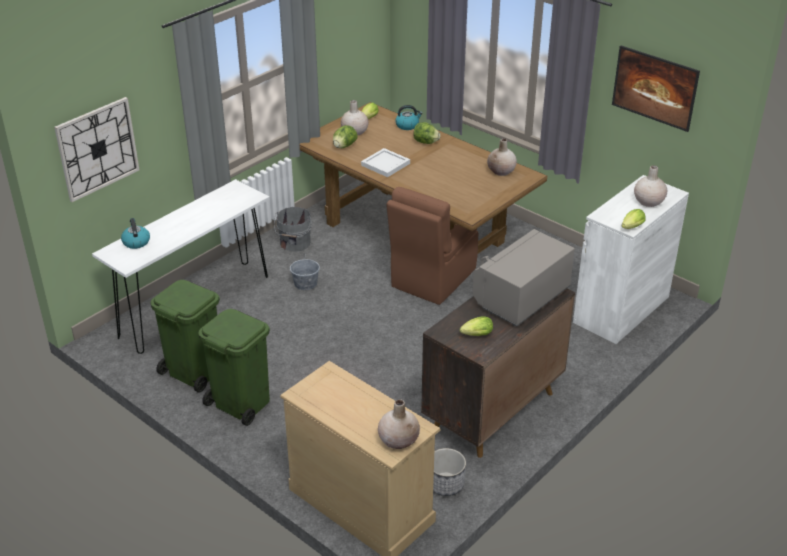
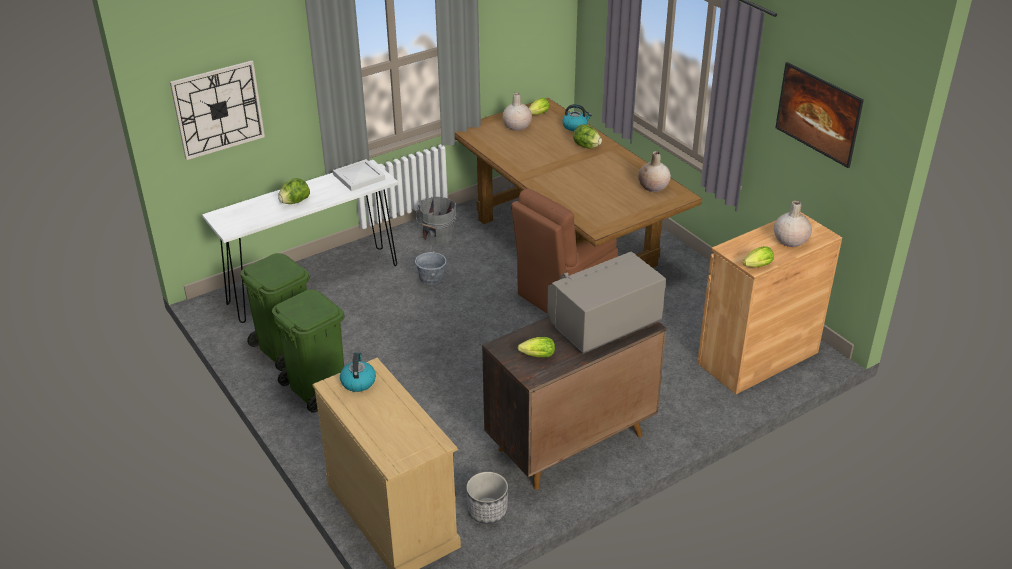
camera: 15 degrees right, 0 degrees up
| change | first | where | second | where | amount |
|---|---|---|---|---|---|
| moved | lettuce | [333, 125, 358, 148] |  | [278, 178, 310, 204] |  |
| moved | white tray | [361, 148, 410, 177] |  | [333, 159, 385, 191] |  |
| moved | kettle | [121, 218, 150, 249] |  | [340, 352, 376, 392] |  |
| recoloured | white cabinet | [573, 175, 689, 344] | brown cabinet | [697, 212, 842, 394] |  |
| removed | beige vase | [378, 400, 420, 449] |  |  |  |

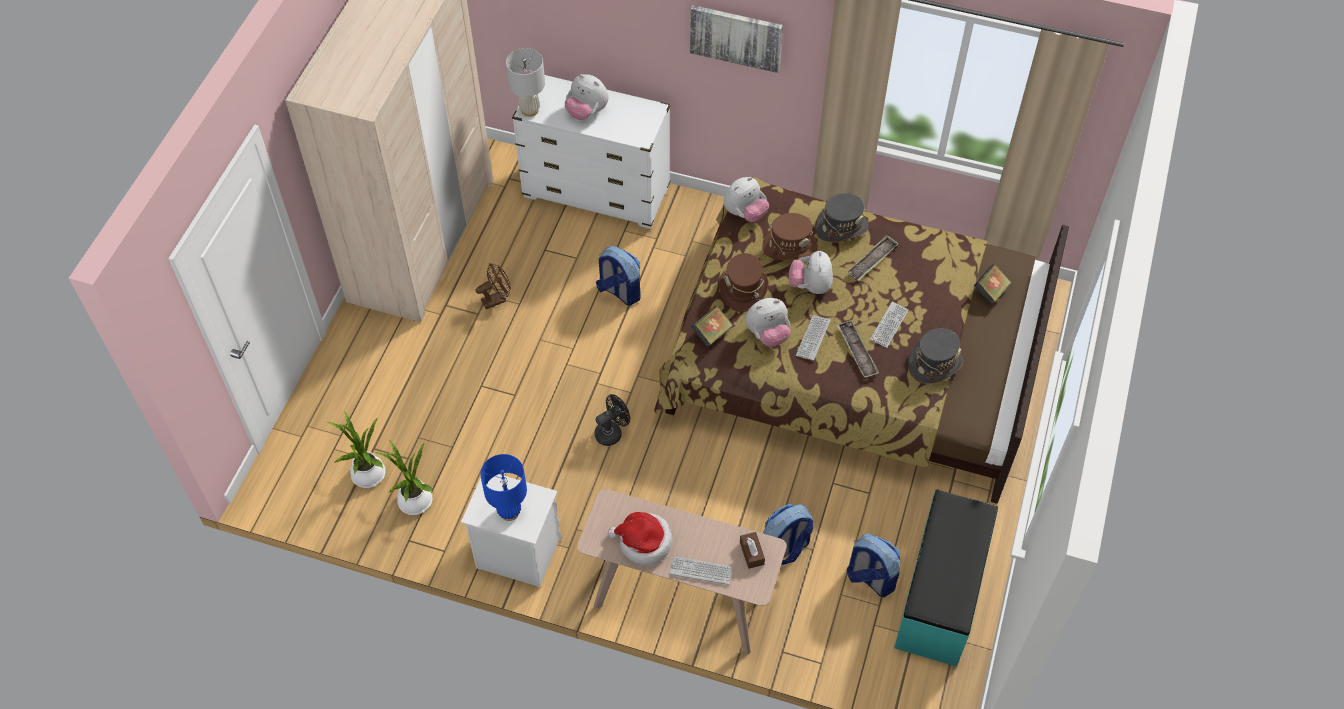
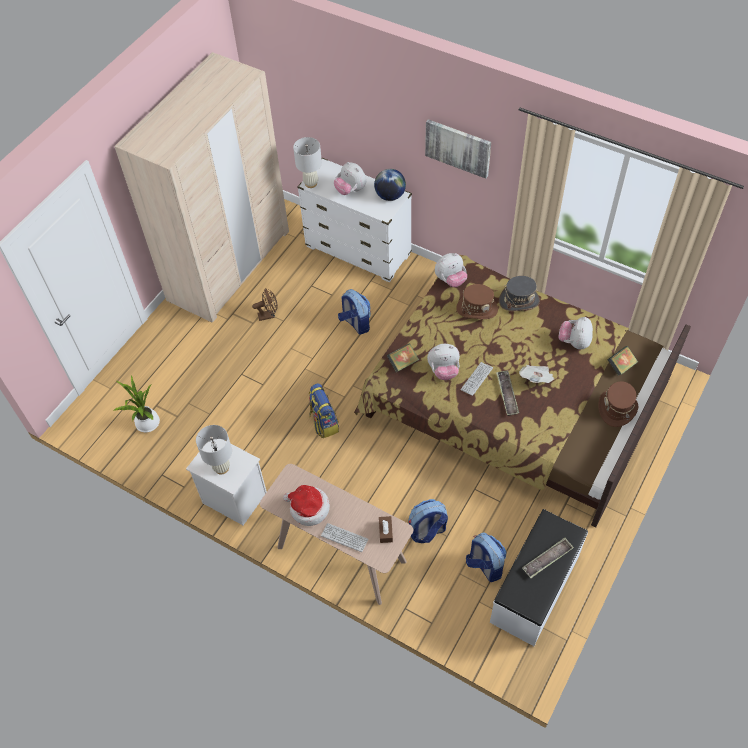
camera: 15 degrees right, 0 degrees up
| change | first | where | second | where | amount |
|---|---|---|---|---|---|
| recoloured | blue table lamp | [480, 454, 527, 521] | white table lamp | [196, 425, 232, 475] |  |
| replaced | black fan | [595, 394, 630, 446] | backpack | [309, 383, 339, 438] |  |
| added |  |  | globe | [374, 169, 406, 201] |  |
| recoloured | turquoise bench | [894, 490, 998, 667] | white bench | [490, 509, 588, 646] |  |
| replaced | keyboard | [870, 302, 908, 348] | newspaper | [519, 365, 555, 383] |  |
| moved | tray | [847, 235, 899, 281] |  | [522, 538, 574, 578] |  |
| moved | plush toy | [789, 251, 833, 294] |  | [559, 317, 593, 349] |  |
| moved | brown hat | [719, 253, 769, 312] |  | [598, 381, 638, 427] |  |
| removed | potted plant | [374, 440, 433, 515] |  |  |  |
| removed | grey hat | [908, 328, 963, 384] |  |  |  |

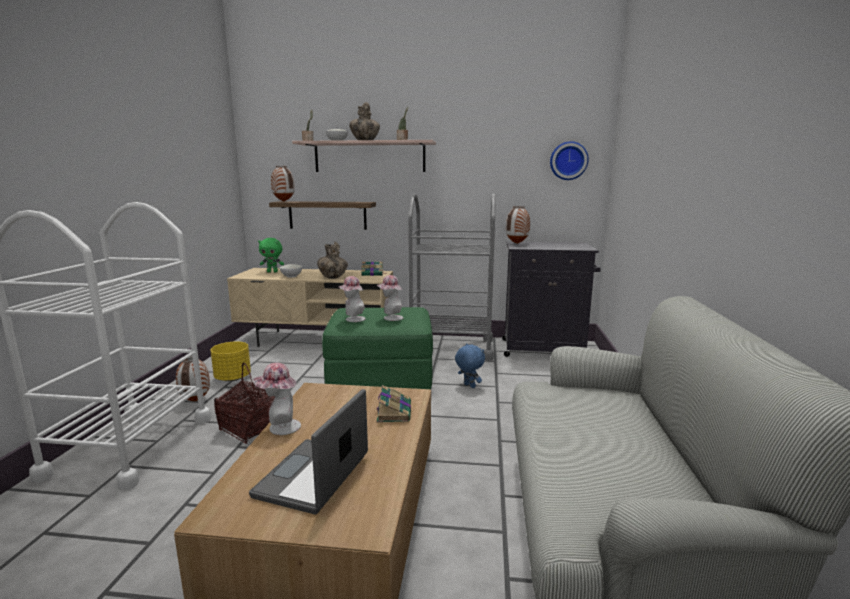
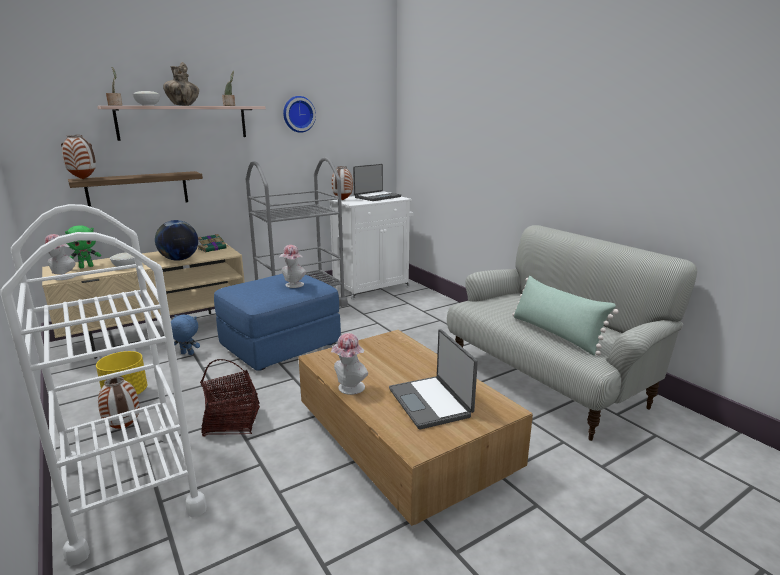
camera: 40 degrees left, 5 degrees up
| change | first | where | second | where | amount |
|---|---|---|---|---|---|
| moved | hat | [338, 276, 366, 322] |  | [45, 234, 76, 280] |  |
| replaced | vase | [317, 242, 348, 279] | globe | [155, 220, 198, 261] |  |
| moved | blue plush toy | [455, 343, 485, 388] |  | [171, 315, 200, 355] |  |
| recoloured | green ottoman | [322, 307, 433, 389] | blue ottoman | [214, 274, 341, 371] |  |
| moved | wall clock | [550, 141, 589, 180] |  | [283, 96, 316, 133] |  |
| recoloured | black cabinet | [502, 241, 601, 357] | white cabinet | [328, 196, 413, 300] |  |
| added |  |  | laptop | [353, 164, 401, 201] |  |
| added |  |  | green pillow | [512, 276, 619, 356] |  |
| removed | book | [377, 385, 411, 422] |  |  |  |

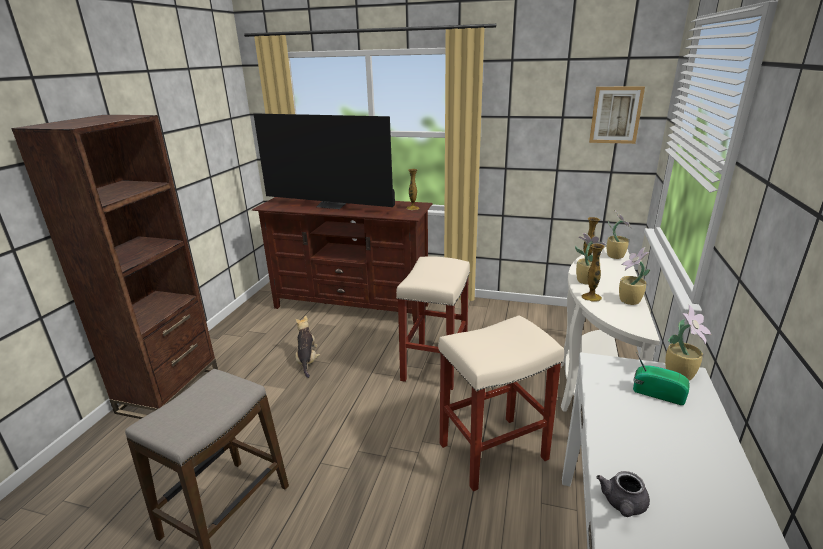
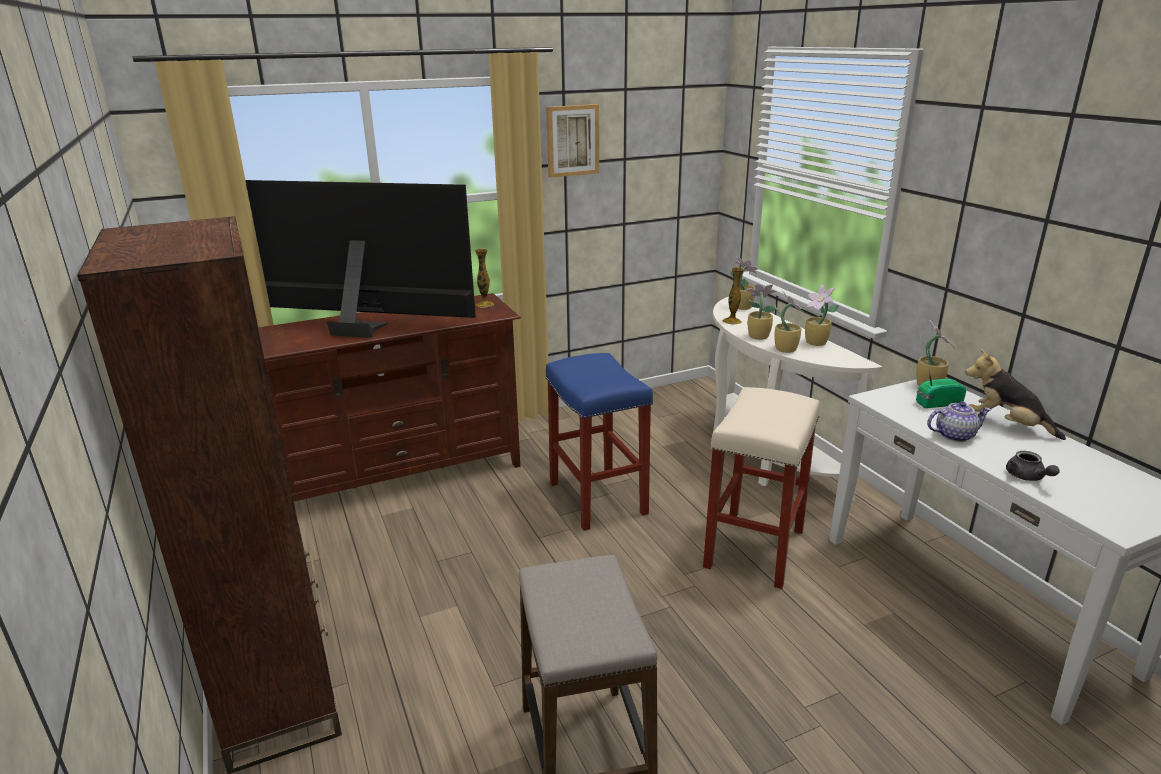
camera: 40 degrees left, 0 degrees up
| change | first | where | second | where | amount |
|---|---|---|---|---|---|
| turned | television | [254, 113, 395, 209] |  | [246, 180, 476, 338] | 150 degrees counterclockwise |
| recoloured | beige stool | [396, 256, 470, 390] | blue stool | [545, 353, 653, 531] |  |
| moved | picture | [589, 86, 645, 144] |  | [546, 104, 599, 178] |  |
| replaced | vase | [581, 244, 605, 302] | potted plant | [774, 290, 805, 353] |  |
| added |  |  | teapot | [927, 401, 991, 442] |  |
| moved | plush toy | [295, 315, 320, 378] |  | [965, 349, 1066, 440] |  |

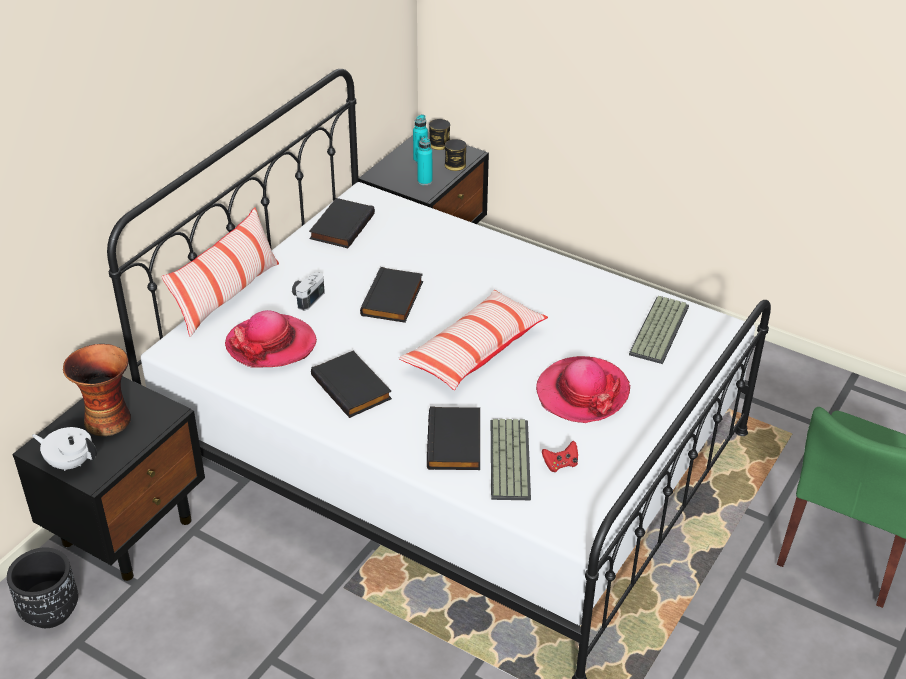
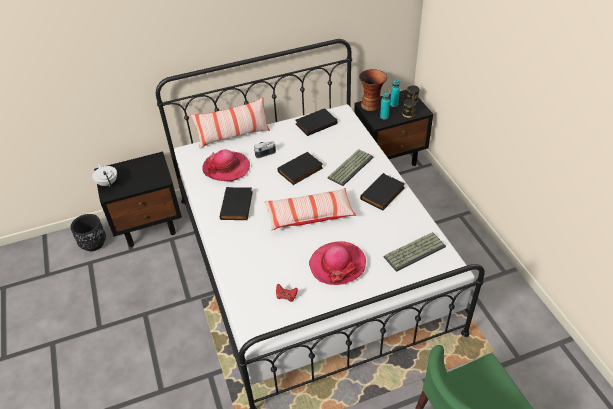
camera: 40 degrees right, 5 degrees up
| change | first | where | second | where | amount |
|---|---|---|---|---|---|
| moved | keyboard | [491, 419, 531, 500] |  | [328, 149, 374, 186] |  |
| moved | vase | [63, 344, 131, 436] |  | [359, 69, 387, 111] |  |
| moved | black book | [427, 406, 480, 470] |  | [360, 173, 405, 210] |  |

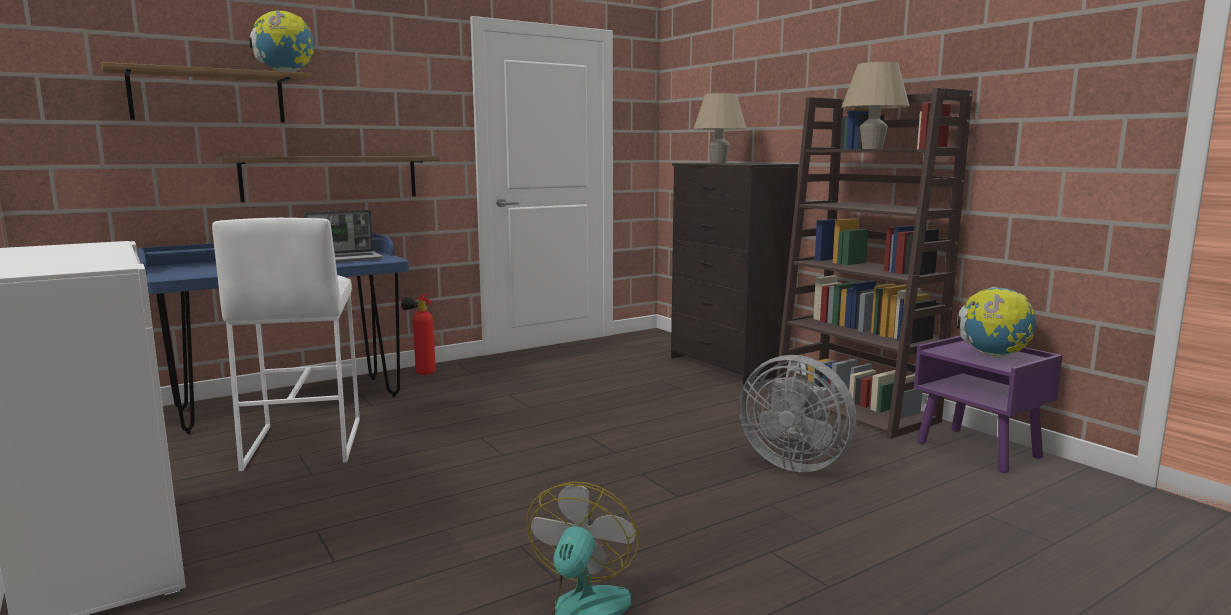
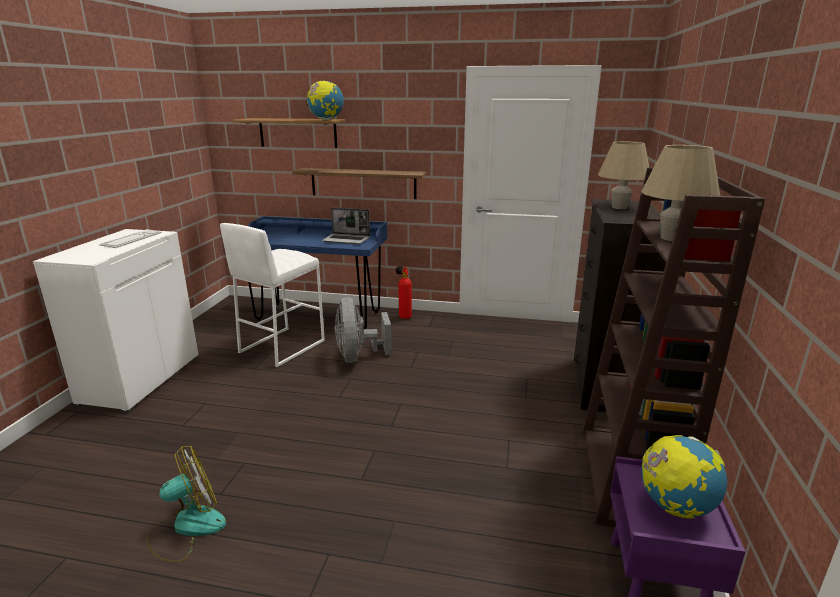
camera: 45 degrees right, 10 degrees up
| change | first | where | second | where | amount |
|---|---|---|---|---|---|
| added |  |  | keyboard | [99, 229, 162, 248] |  |
| moved | grey fan | [739, 355, 857, 472] |  | [335, 297, 392, 363] |  |

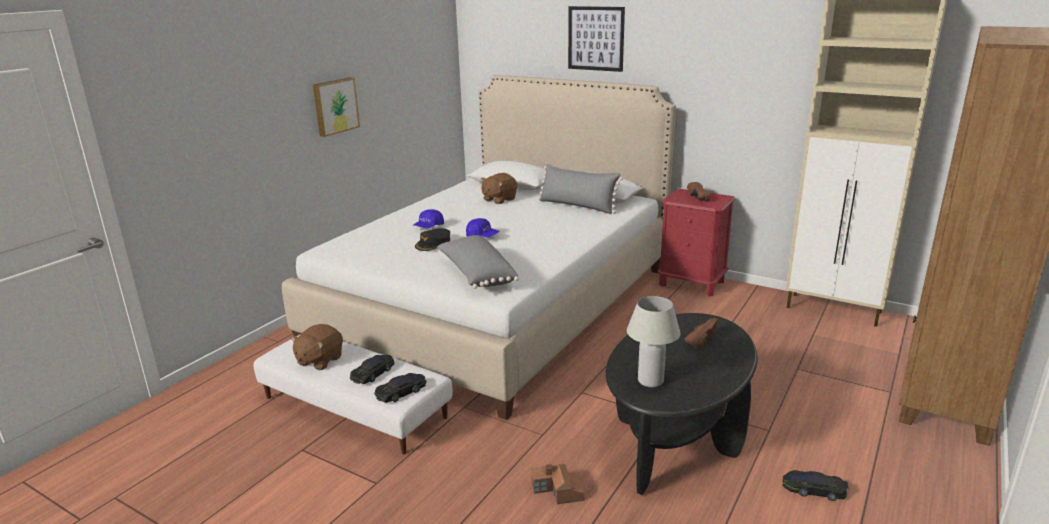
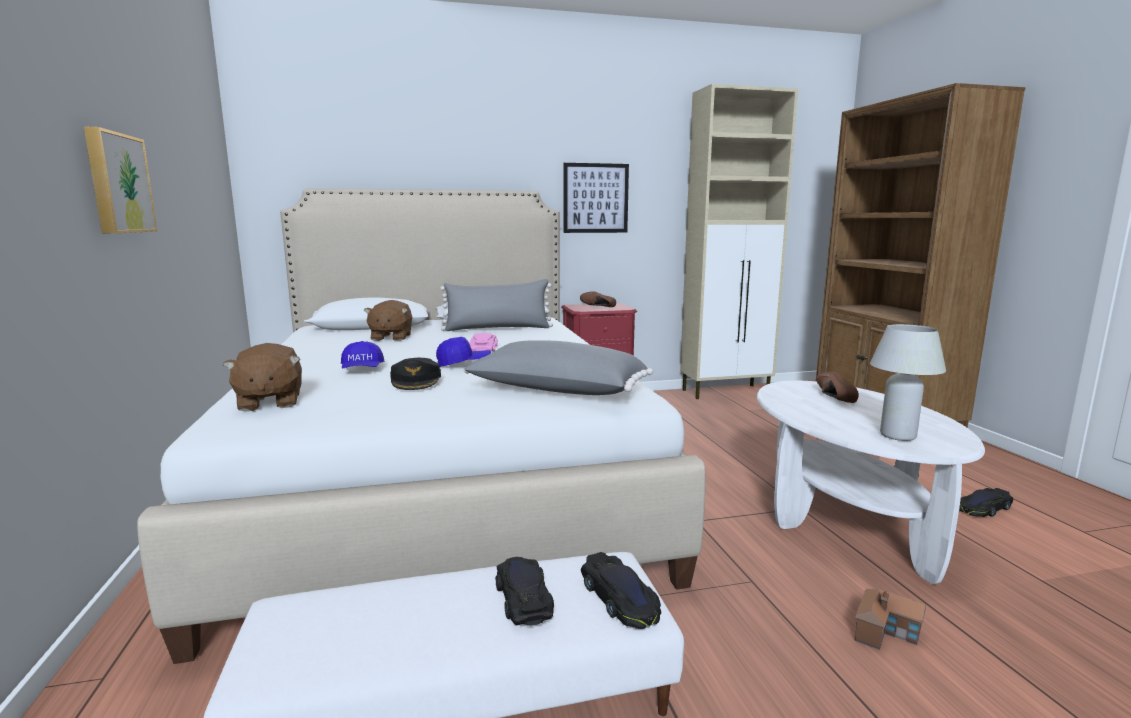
camera: 45 degrees left, 10 degrees down
| change | first | where | second | where | amount |
|---|---|---|---|---|---|
| moved | brown plush toy | [290, 324, 343, 370] |  | [222, 343, 302, 412] |  |
| added |  |  | pink toy car | [469, 333, 498, 352] |  |
| moved | picture | [568, 6, 625, 72] |  | [563, 163, 629, 233] |  |
| turned | black toy car | [374, 373, 427, 403] |  | [581, 552, 661, 629] | 150 degrees clockwise |
| recoloured | black coffee table | [606, 313, 758, 495] | white coffee table | [757, 380, 985, 584] |  |

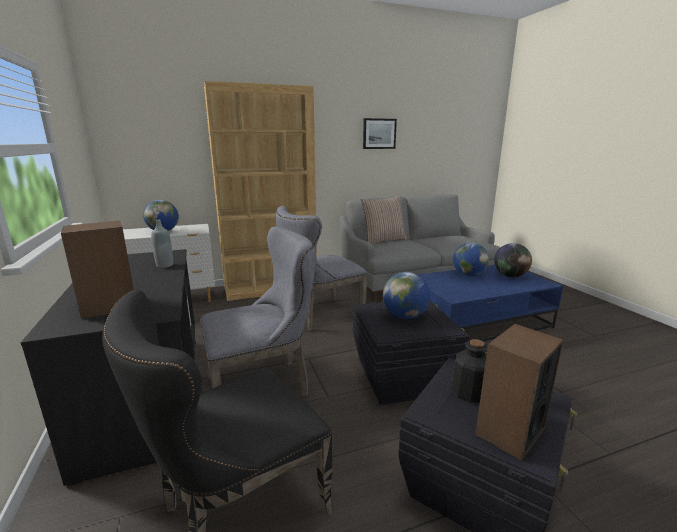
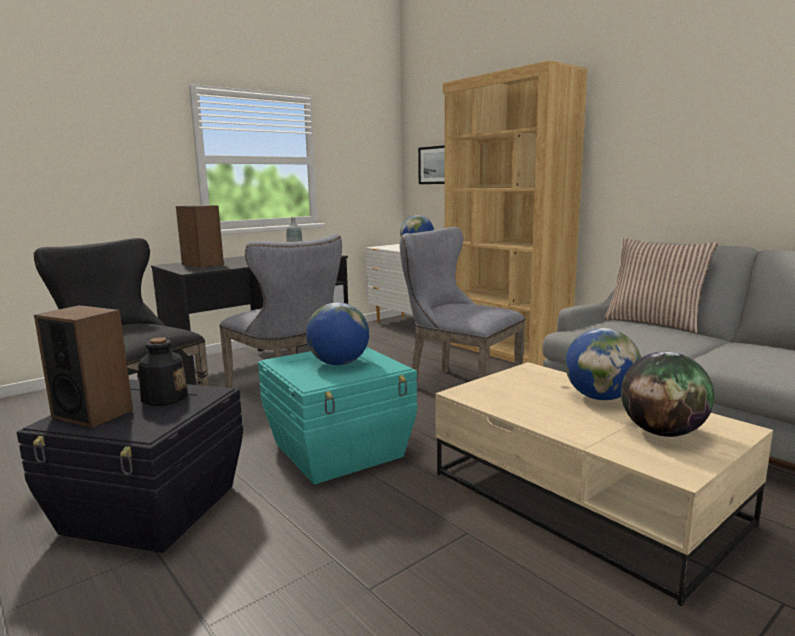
camera: 70 degrees right, 5 degrees down
| change | first | where | second | where | amount |
|---|---|---|---|---|---|
| recoloured | black storage box | [353, 300, 469, 405] | turquoise storage box | [258, 347, 417, 485] |  |
| moved | picture | [363, 118, 397, 149] |  | [418, 145, 444, 184] |  |
| recoloured | blue coffee table | [419, 265, 563, 341] | beige coffee table | [435, 362, 773, 606] |  |

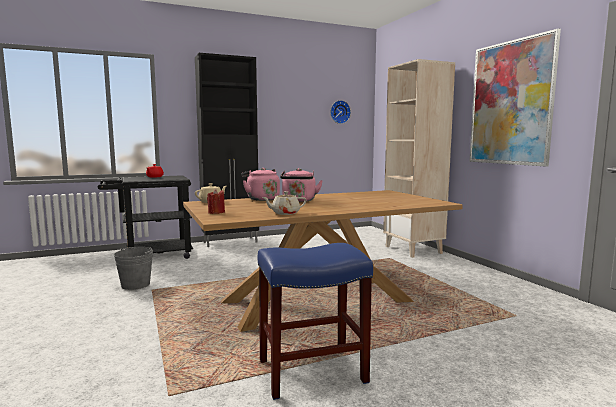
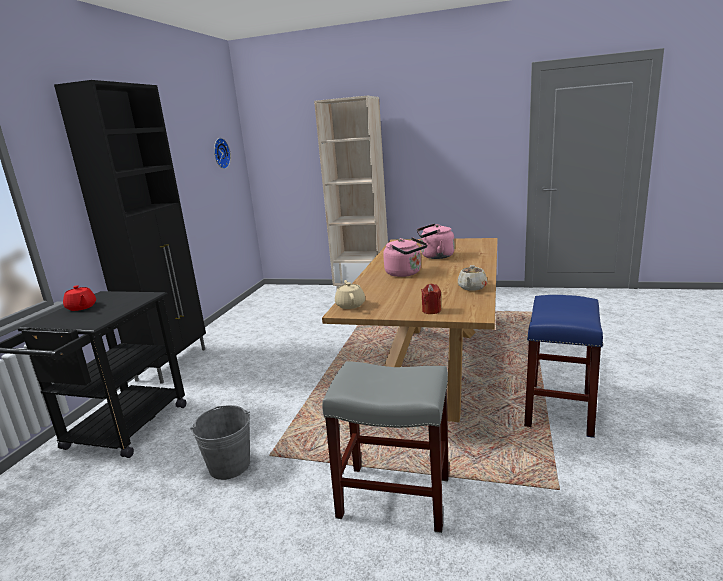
camera: 50 degrees left, 10 degrees up
| change | first | where | second | where | amount |
|---|---|---|---|---|---|
| added |  |  | grey stool | [322, 361, 449, 533] |  |
| moved | pink kettle | [241, 168, 280, 201] |  | [417, 224, 455, 259] |  |
| removed | picture | [469, 29, 561, 167] |  |  |  |

